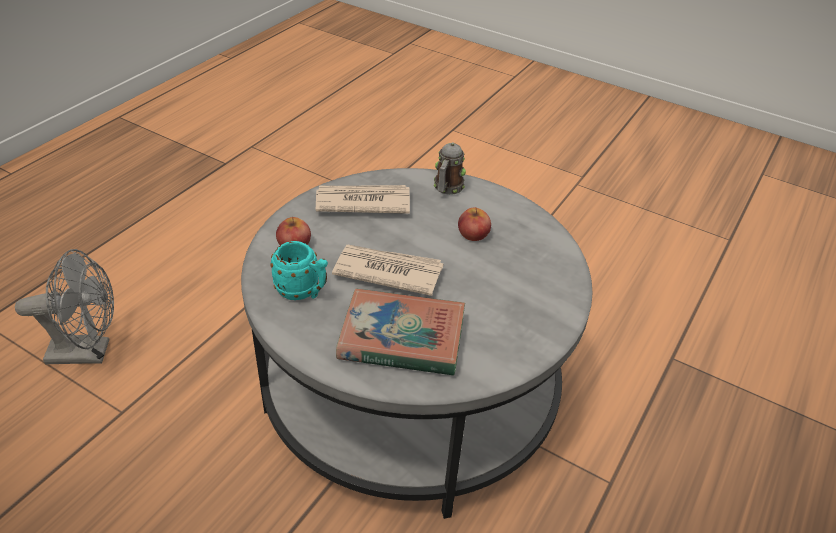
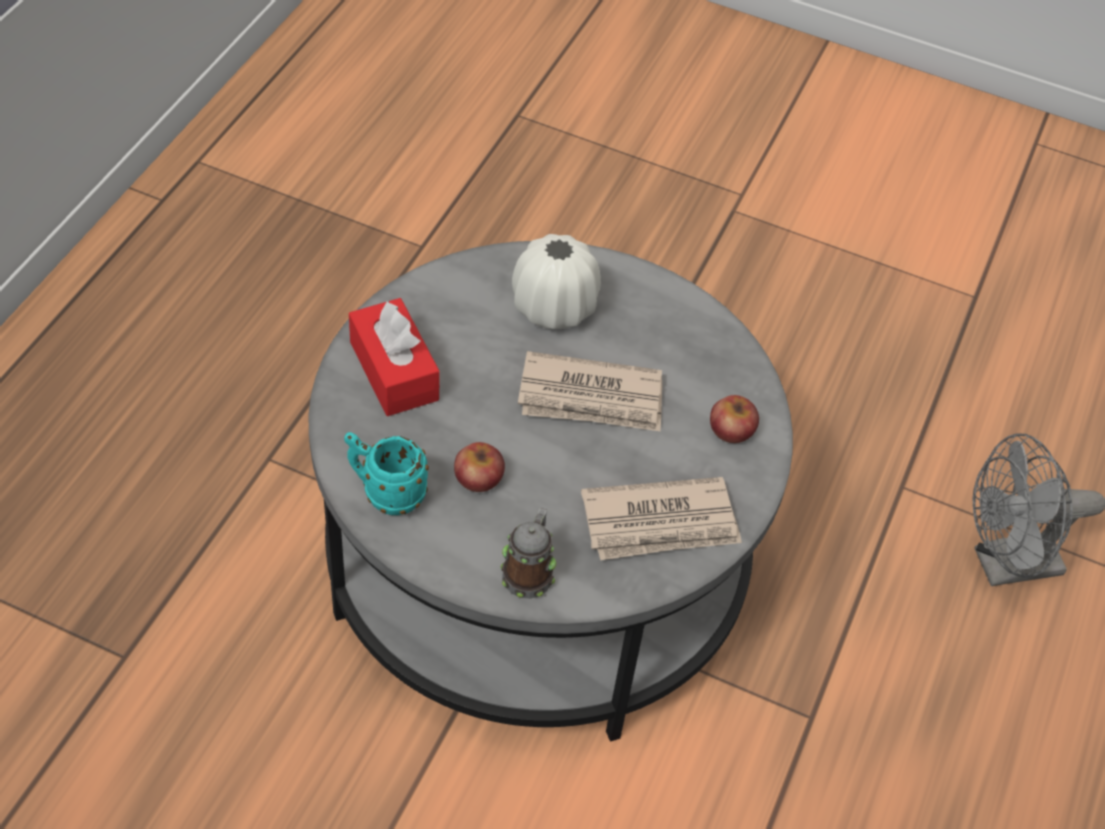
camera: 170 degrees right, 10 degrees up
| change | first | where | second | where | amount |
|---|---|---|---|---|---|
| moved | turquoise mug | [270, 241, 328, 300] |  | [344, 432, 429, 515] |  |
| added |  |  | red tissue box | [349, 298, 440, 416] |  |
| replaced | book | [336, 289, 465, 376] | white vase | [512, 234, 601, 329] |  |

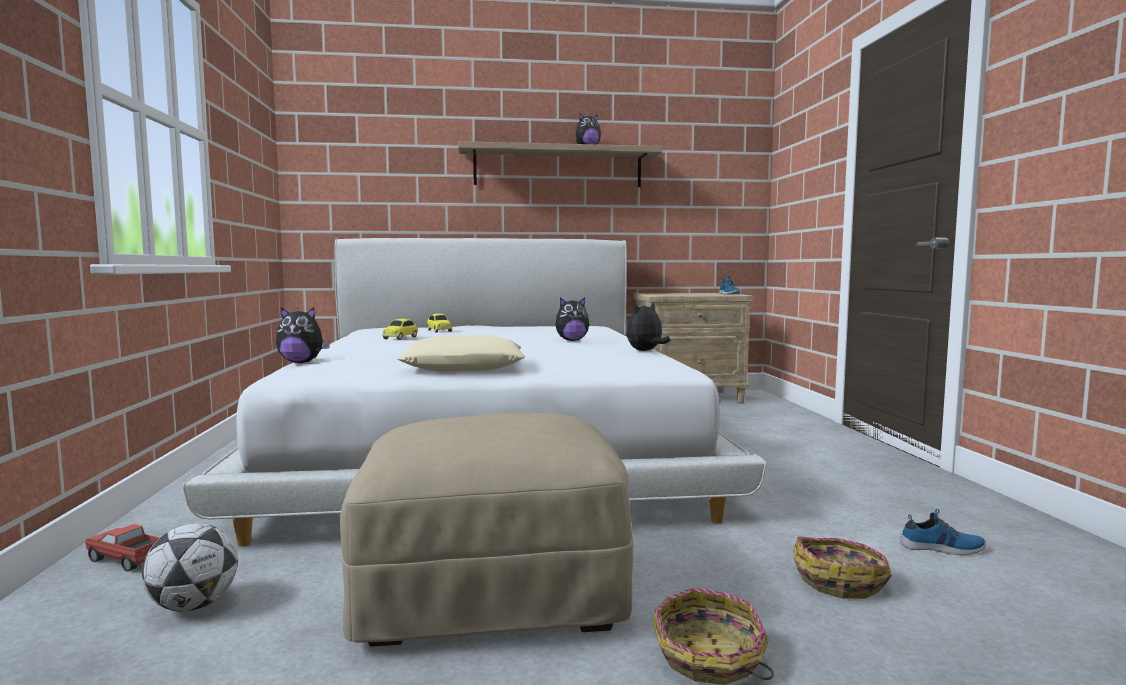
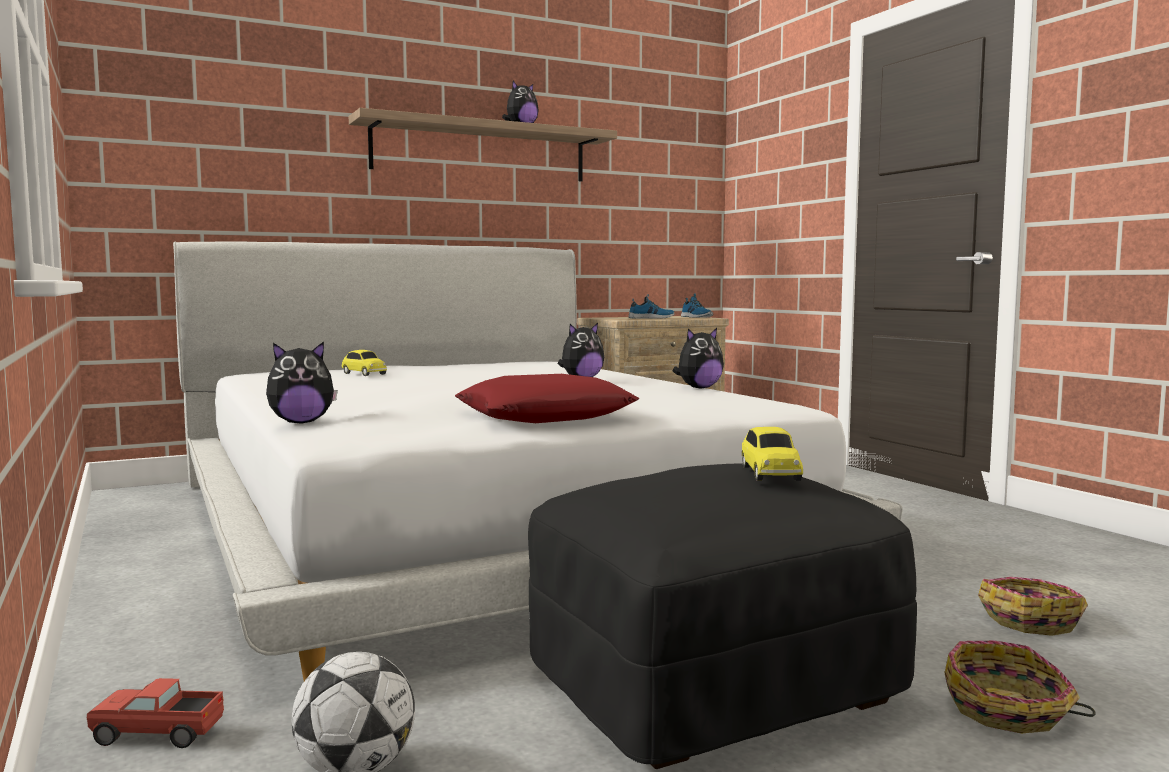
camera: 20 degrees left, 0 degrees up
| change | first | where | second | where | amount |
|---|---|---|---|---|---|
| recoloured | beige pillow | [396, 335, 526, 372] | red pillow | [455, 374, 639, 423] |  |
| recoloured | beige ottoman | [340, 413, 633, 647] | black ottoman | [528, 463, 917, 769] |  |
| moved | shoe | [900, 509, 986, 555] |  | [628, 294, 674, 319] |  |
| turned | plush toy | [627, 302, 670, 351] |  | [673, 328, 724, 389] | 150 degrees counterclockwise |
| moved | toy car | [382, 319, 418, 340] |  | [742, 427, 803, 481] |  |

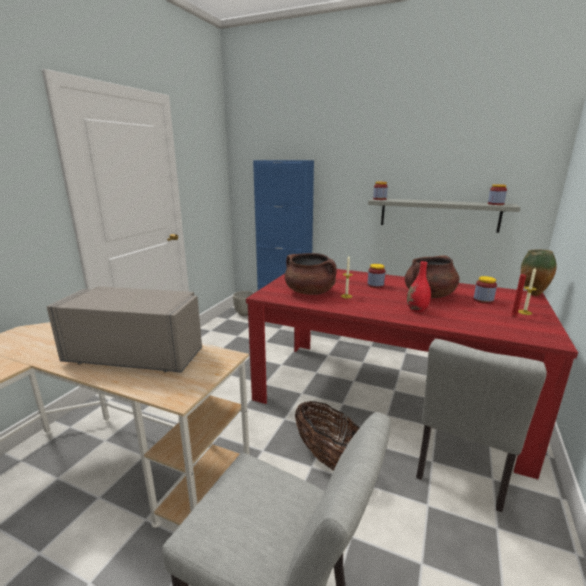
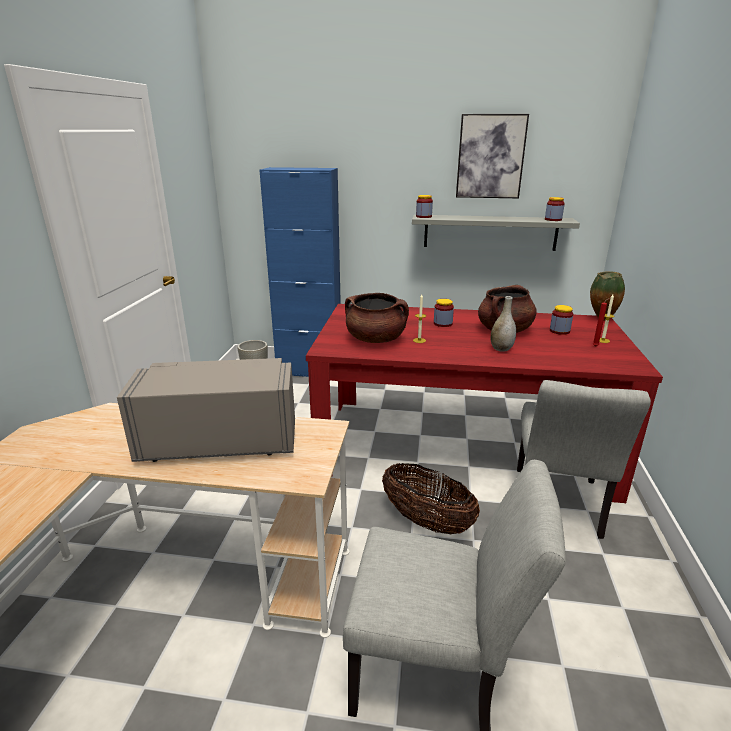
camera: 15 degrees left, 5 degrees up
| change | first | where | second | where | amount |
|---|---|---|---|---|---|
| added |  |  | picture | [456, 114, 529, 198] |  |
| recoloured | red vase | [407, 261, 431, 312] | grey vase | [491, 296, 516, 352] |  |

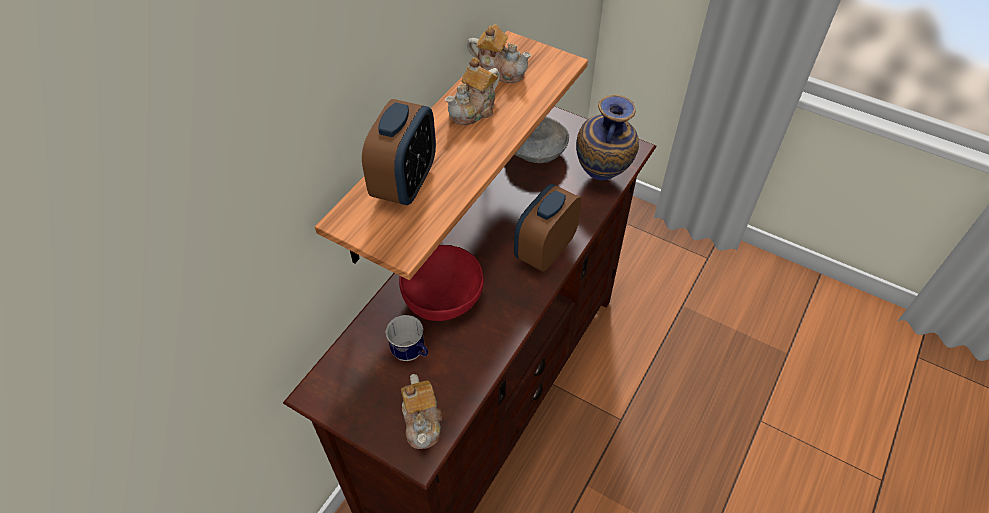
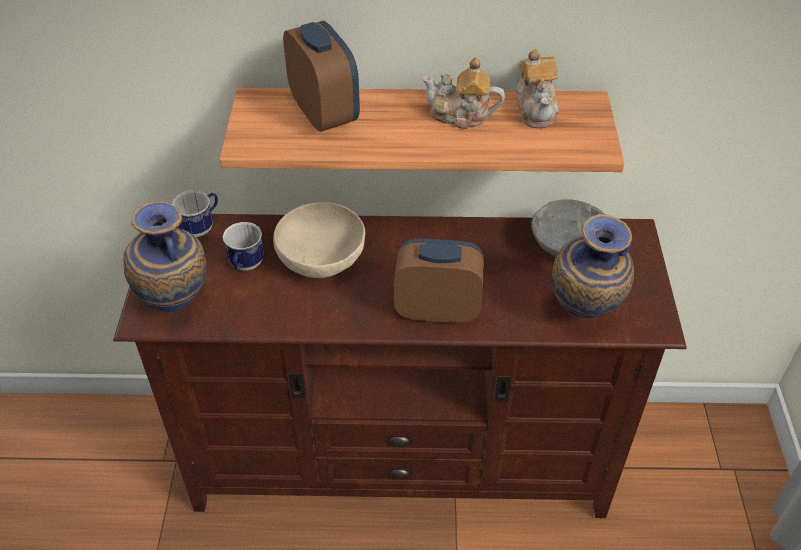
camera: 60 degrees right, 5 degrees down
| change | first | where | second | where | amount |
|---|---|---|---|---|---|
| replaced | teapot | [401, 374, 442, 449] | vase | [123, 201, 206, 313] |  |
| added |  |  | mug | [172, 190, 218, 237] |  |
| recoloured | red bowl | [399, 245, 484, 321] | beige bowl | [273, 202, 365, 278] |  |
| turned | alarm clock | [362, 99, 436, 205] |  | [283, 21, 360, 132] | 105 degrees counterclockwise |

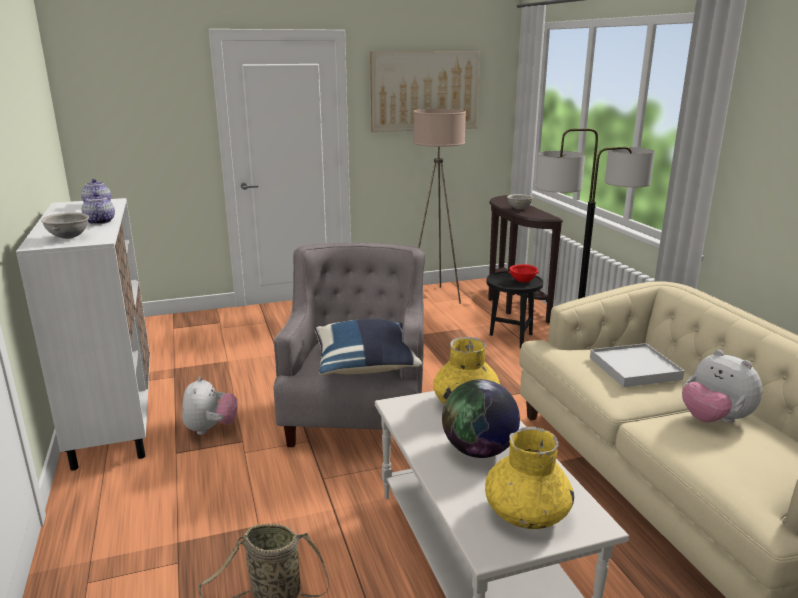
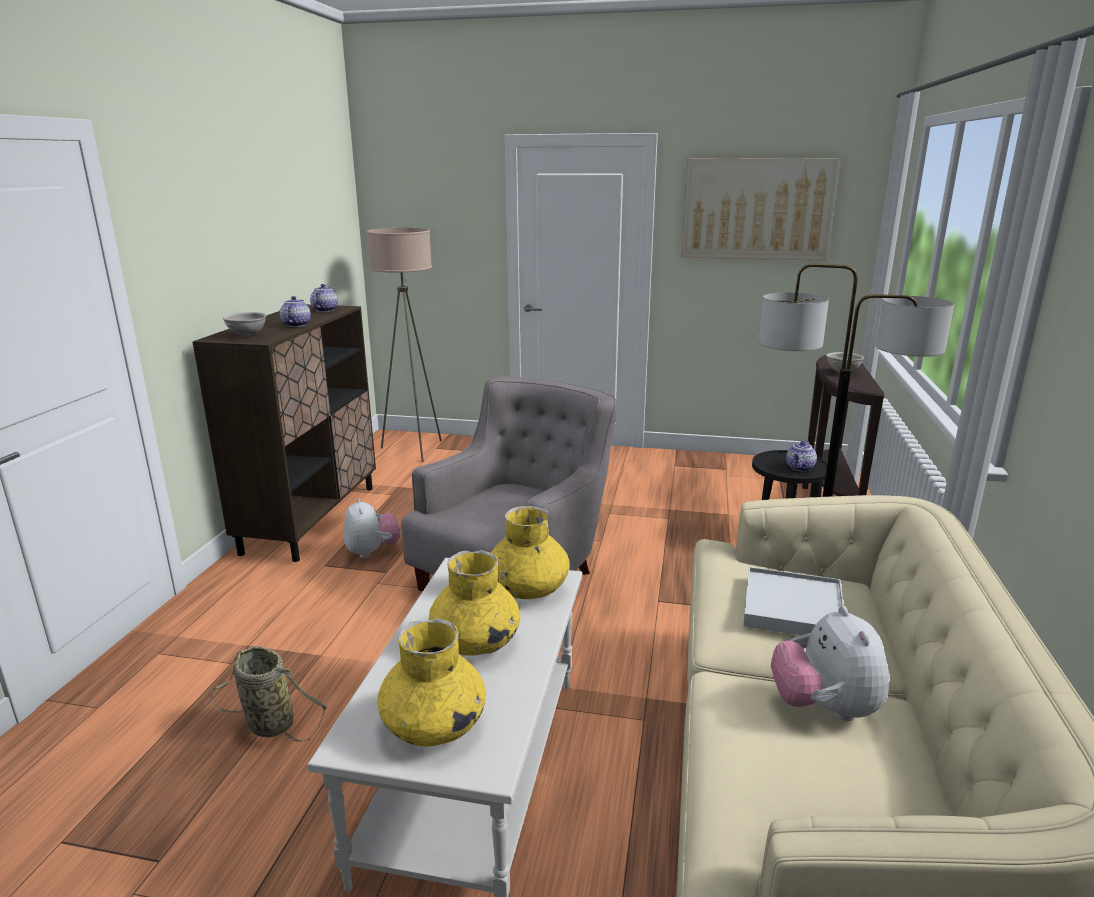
camera: 30 degrees right, 0 degrees up
| change | first | where | second | where | amount |
|---|---|---|---|---|---|
| recoloured | white cabinet | [16, 198, 150, 470] | brown cabinet | [192, 304, 376, 562] |  |
| turned | plush toy | [182, 376, 237, 435] |  | [344, 498, 400, 559] | 45 degrees counterclockwise |
| moved | beige floor lamp | [413, 109, 466, 304] |  | [367, 228, 442, 462] |  |
| replaced | globe | [442, 379, 520, 458] | yellow vase | [429, 550, 520, 656] |  |
| replaced | red bowl | [509, 264, 539, 283] | teapot | [786, 441, 817, 471] |  |
| removed | blue pillow | [315, 319, 422, 375] |  |  |  |

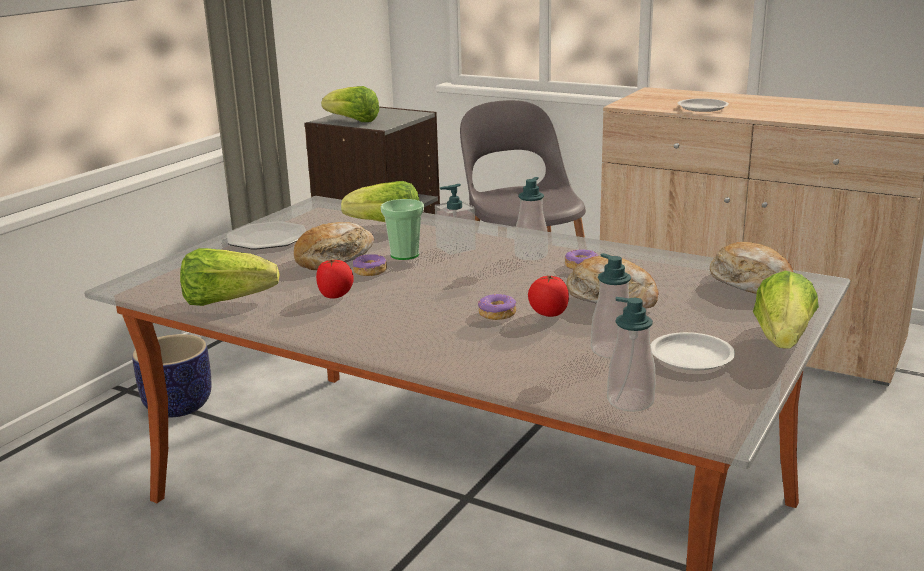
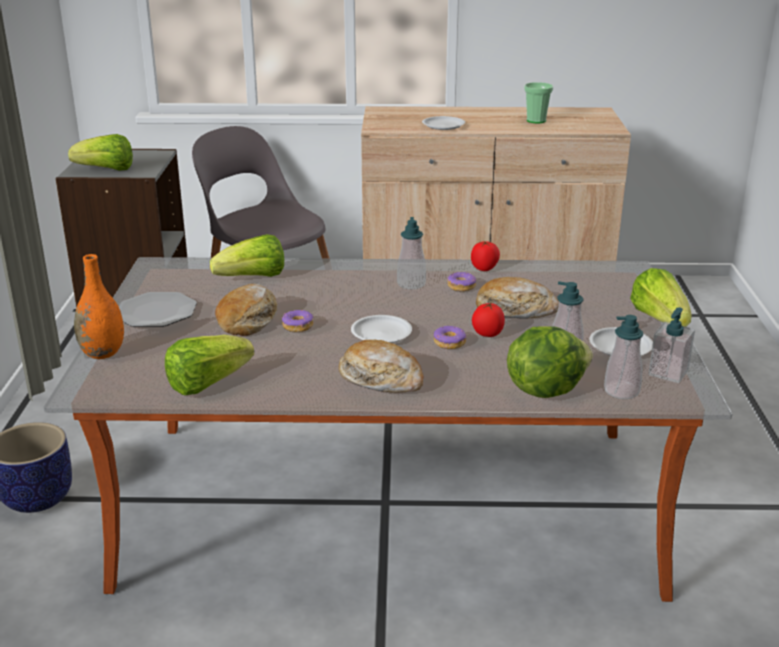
camera: 30 degrees left, 5 degrees up
| change | first | where | second | where | amount |
|---|---|---|---|---|---|
| added |  |  | orange vase | [74, 254, 124, 359] |  |
| moved | bread | [710, 242, 793, 294] |  | [339, 340, 424, 393] |  |
| added |  |  | white plate | [351, 315, 412, 343] |  |
| moved | tomato | [316, 260, 354, 299] |  | [471, 241, 500, 271] |  |
| added |  |  | lettuce | [507, 326, 593, 398] |  |
| moved | cup | [381, 199, 424, 260] |  | [524, 82, 554, 123] |  |
| moved | soap dispenser | [435, 184, 476, 255] |  | [649, 307, 695, 383] |  |

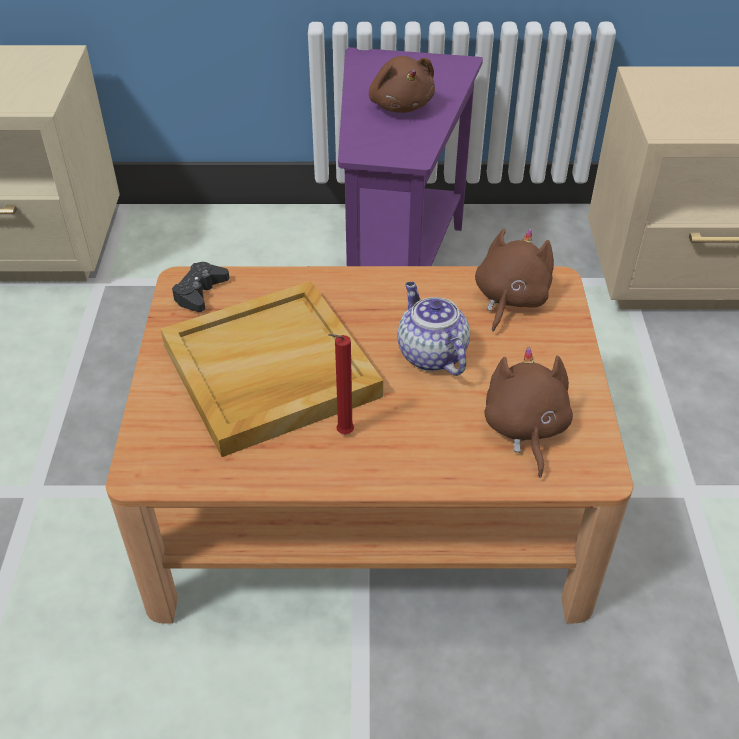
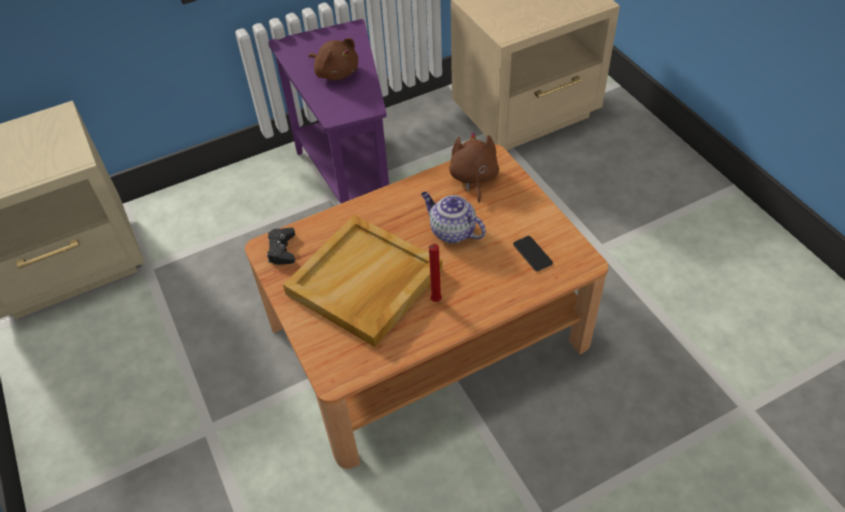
camera: 25 degrees left, 5 degrees up
| change | first | where | second | where | amount |
|---|---|---|---|---|---|
| replaced | brown plush toy | [485, 347, 573, 478] | phone | [513, 236, 553, 271] |  |

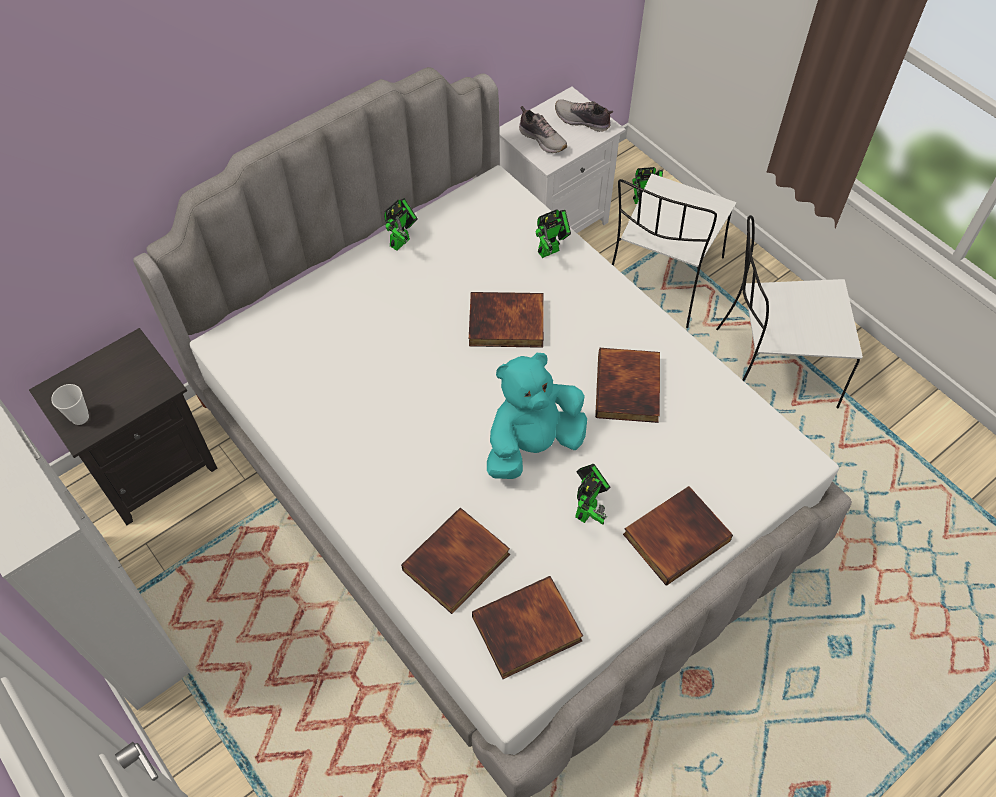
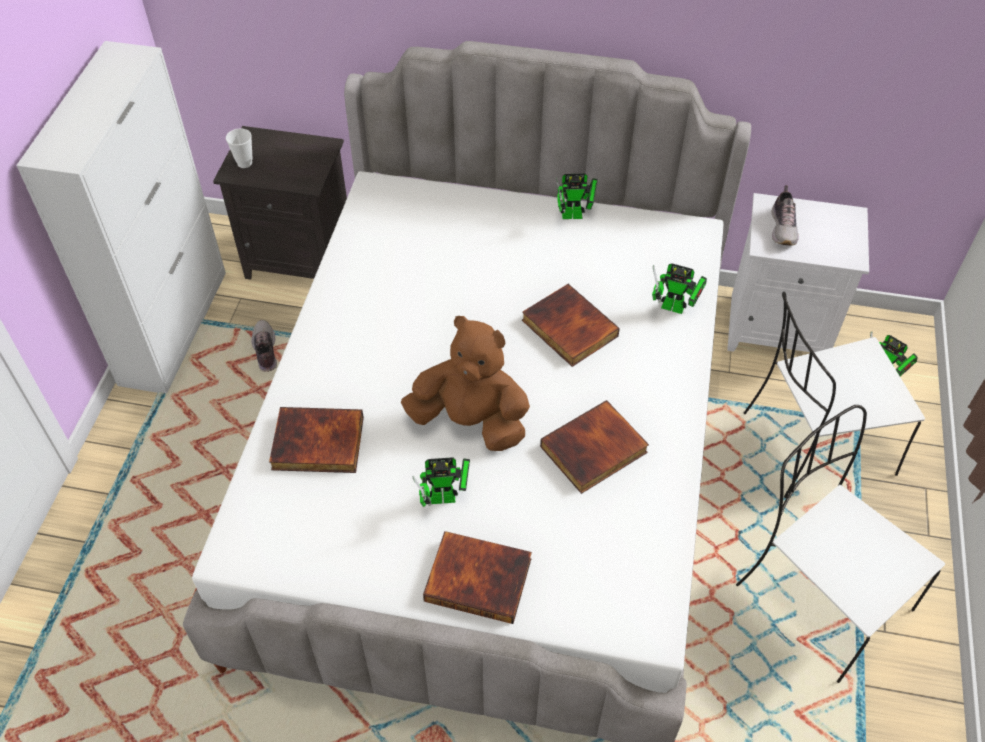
camera: 50 degrees right, 5 degrees down
| change | first | where | second | where | amount |
|---|---|---|---|---|---|
| moved | shoe | [555, 99, 613, 132] |  | [251, 320, 277, 372] |  |
| recoloured | turquoise plush toy | [487, 353, 587, 479] | brown plush toy | [401, 316, 530, 451] |  |
| removed | book | [472, 576, 583, 679] |  |  |  |

